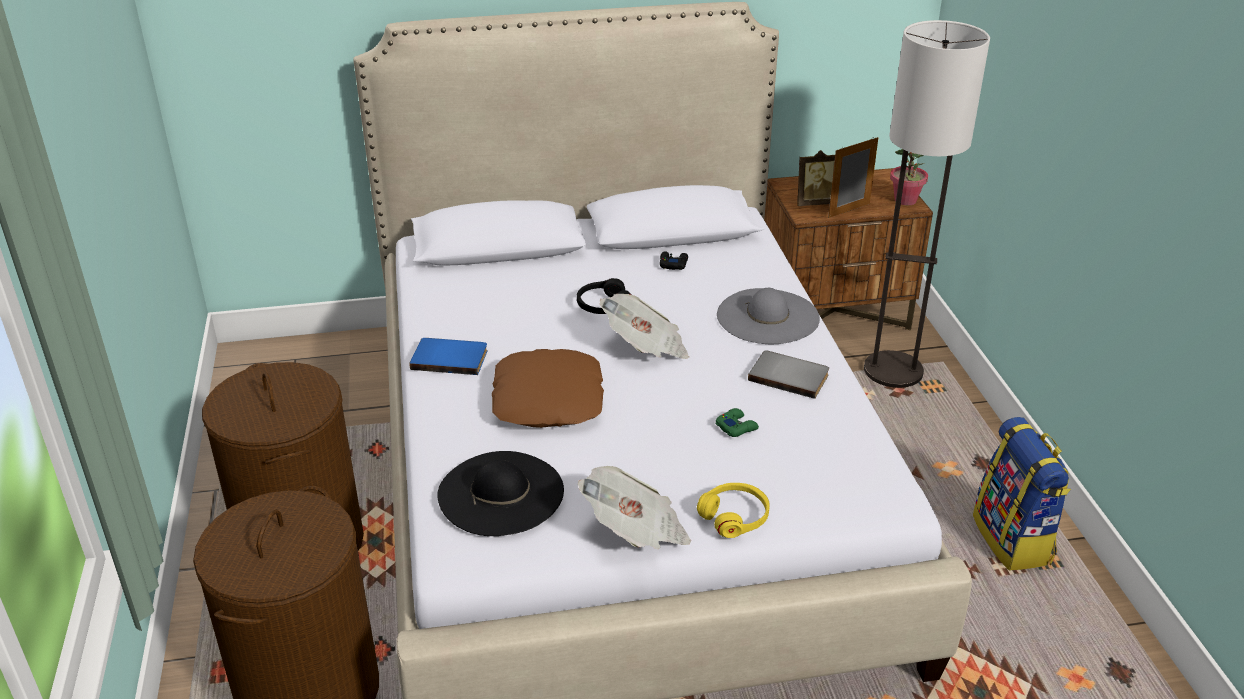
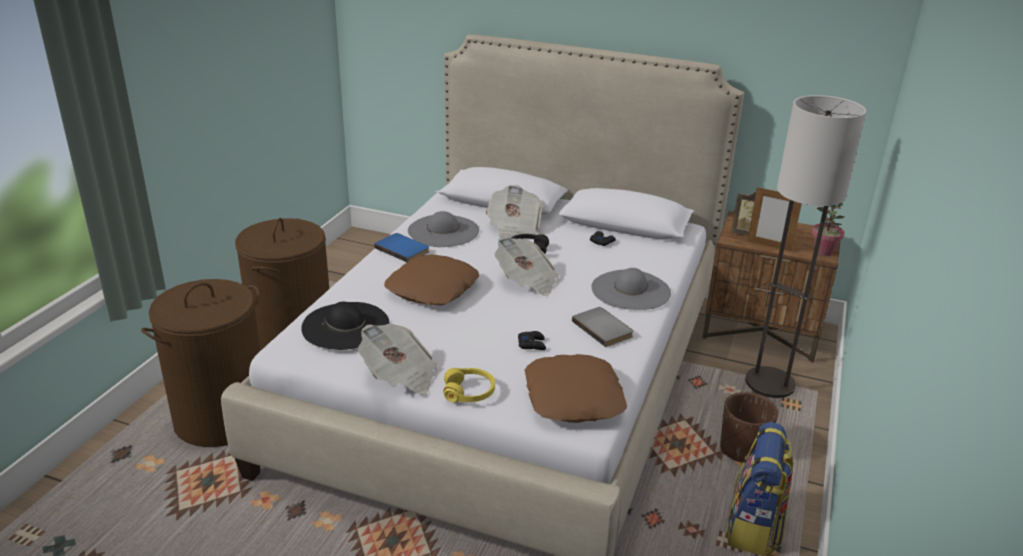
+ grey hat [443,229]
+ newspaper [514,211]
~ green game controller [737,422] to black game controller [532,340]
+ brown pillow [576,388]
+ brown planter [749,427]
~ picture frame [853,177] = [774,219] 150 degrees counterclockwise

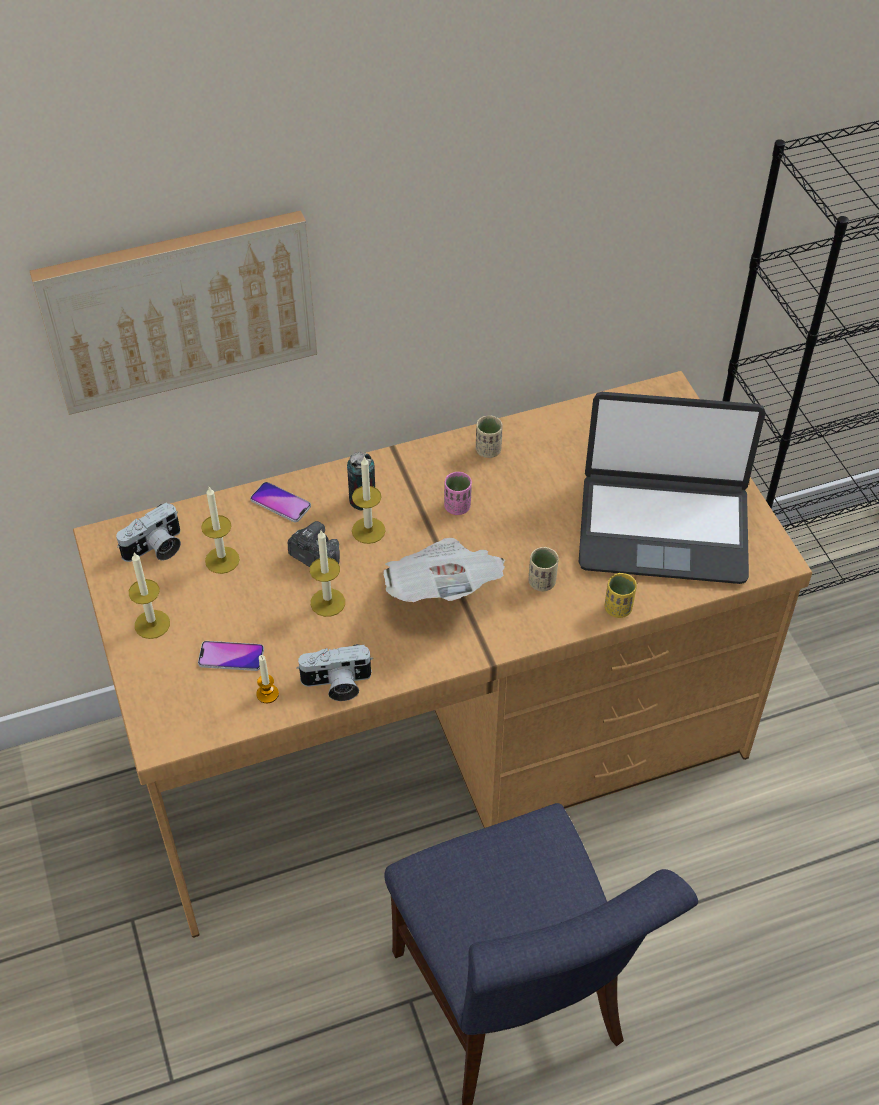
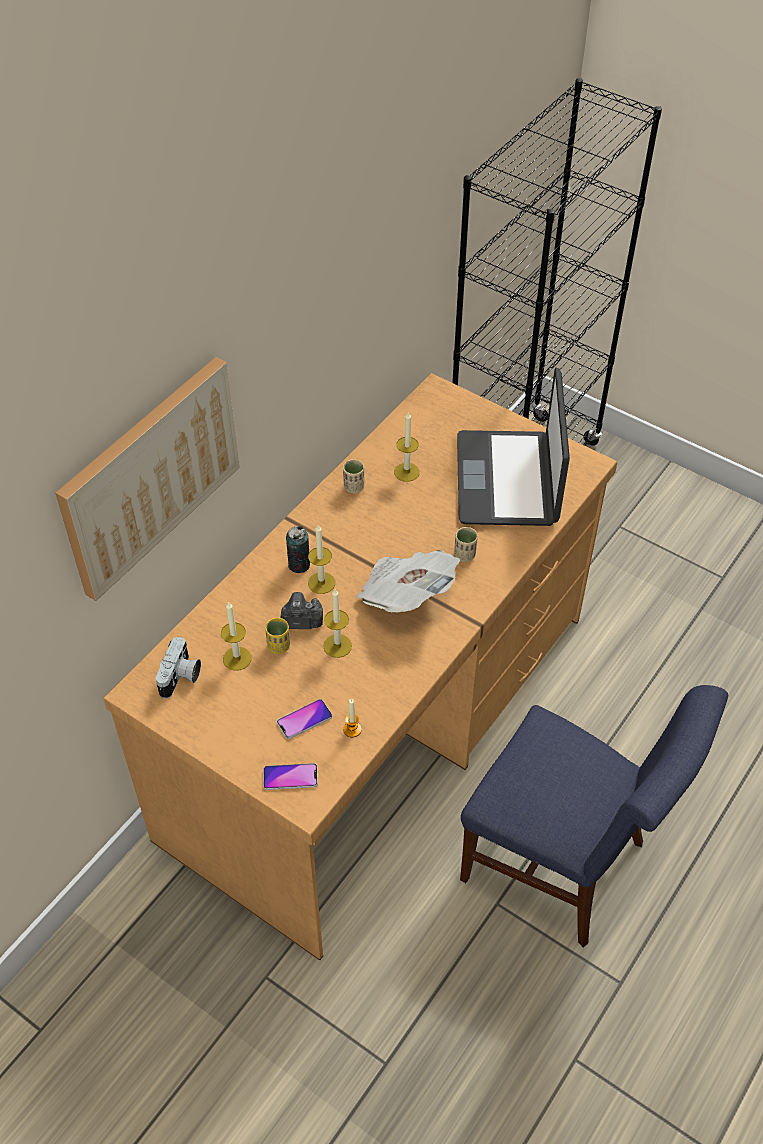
~ phone [280,502] to [290,776]
~ yellow cup [621,595] to [277,636]
~ candle [149,595] to [407,447]
~ laptop [672,488] = [513,446] 120 degrees clockwise
- photo camera [334,672]
- pink cup [458,493]

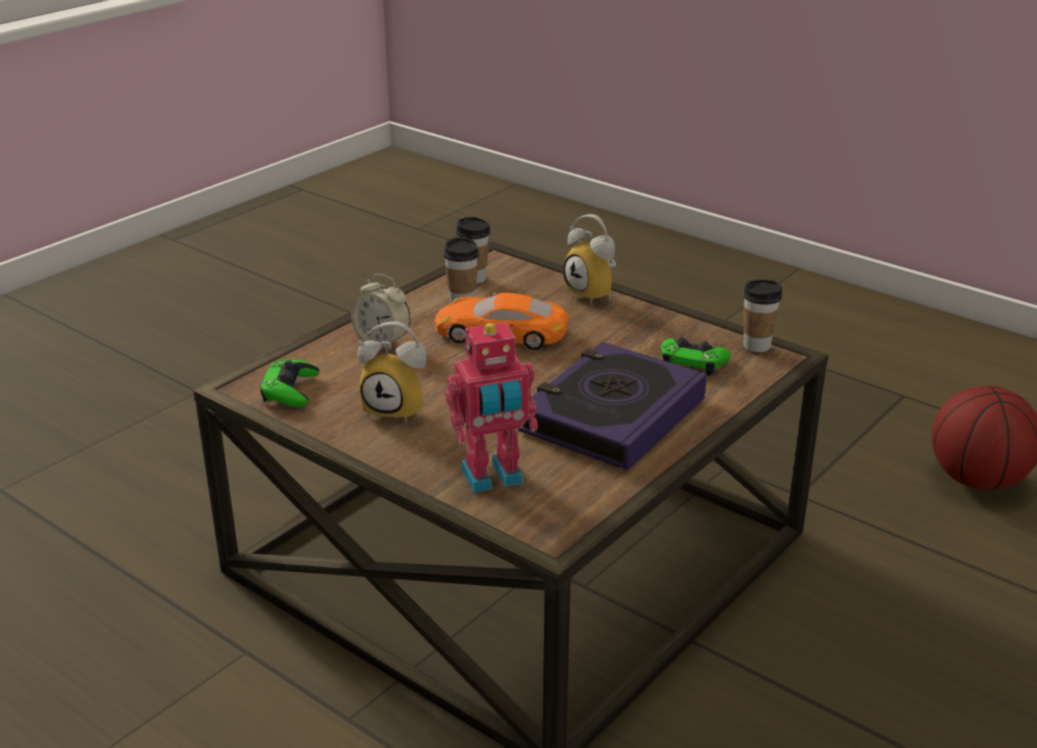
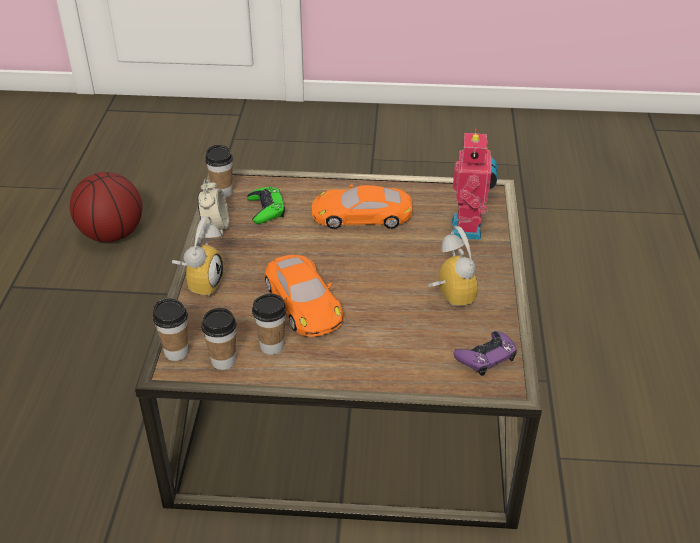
+ cup [170,329]
~ alarm clock [380,312] to [213,207]
~ book [612,406] to orange toy car [362,206]
~ toy robot [491,407] = [474,184] 60 degrees clockwise
~ green game controller [289,383] to purple game controller [485,353]

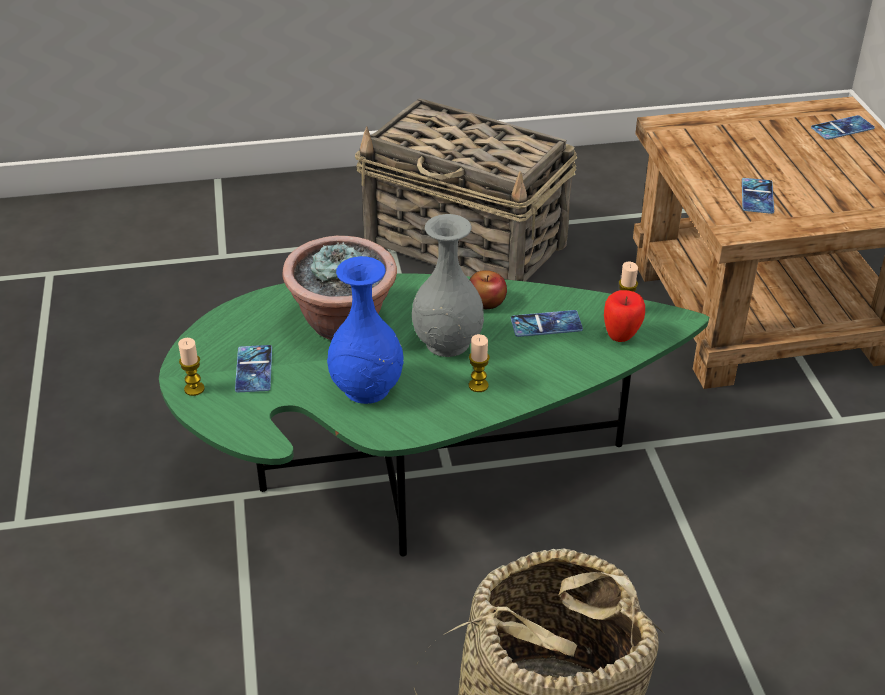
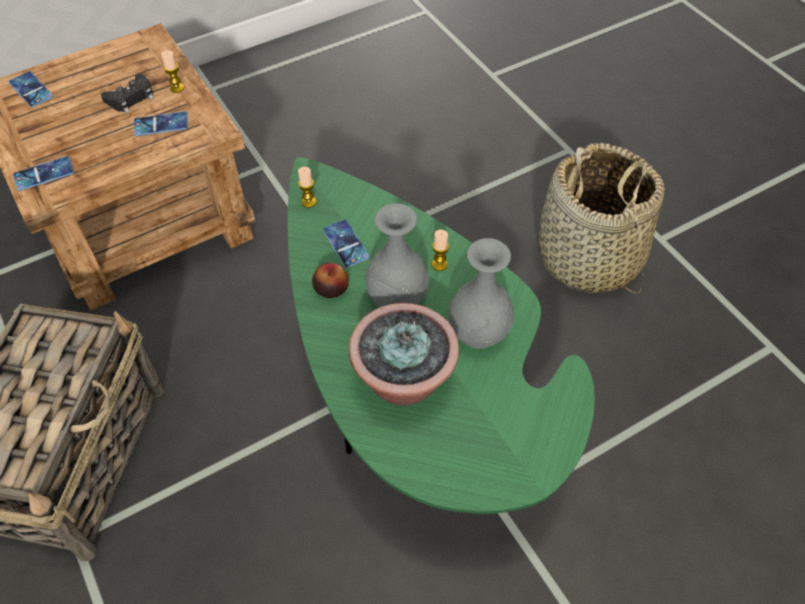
~ phone [253,368] to [43,173]
+ black game controller [127,93]
~ candle [191,367] to [172,71]
~ blue vase [365,330] to grey vase [481,293]
- apple [624,316]

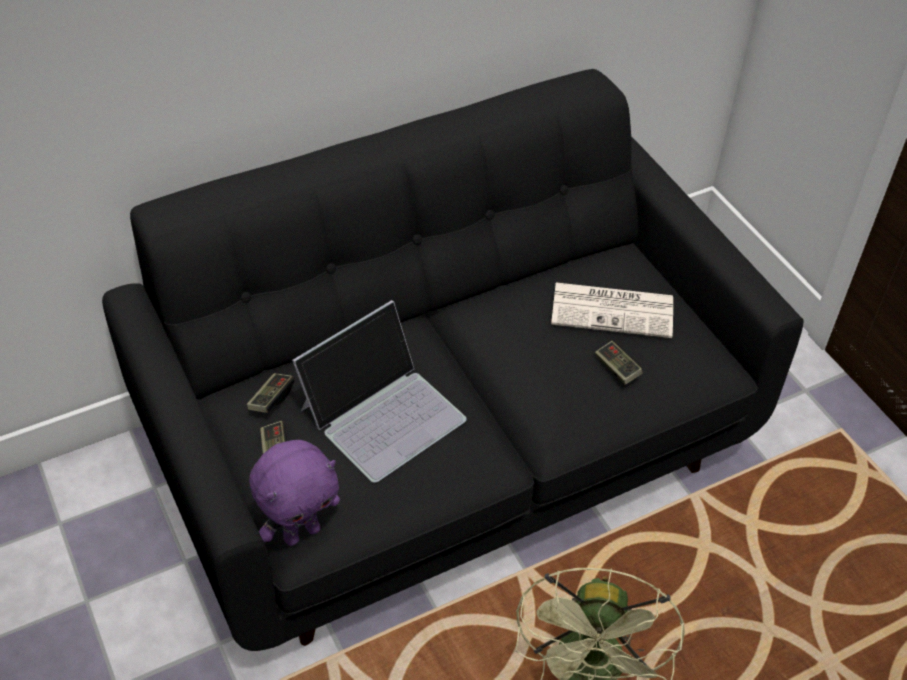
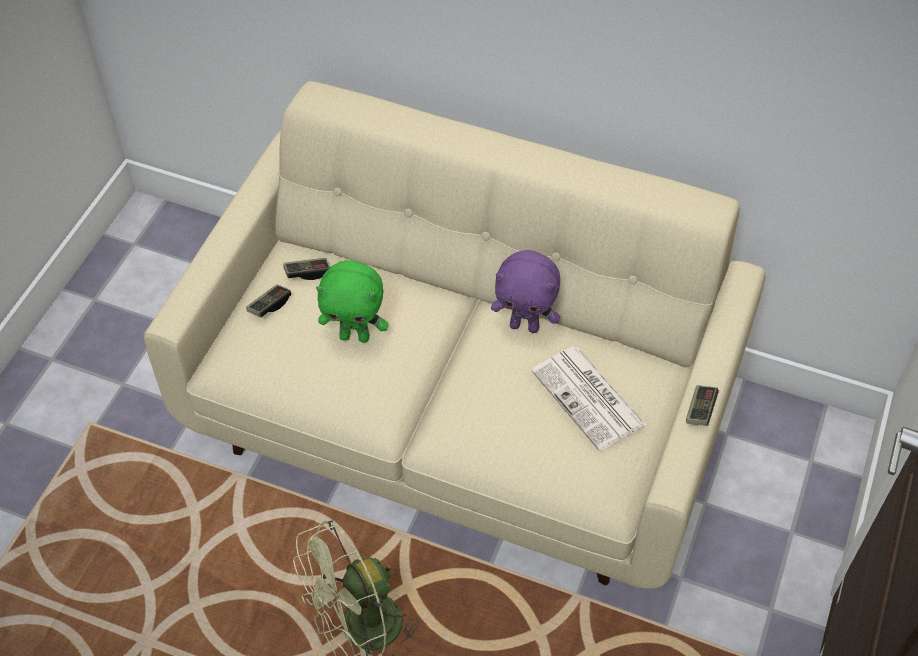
~ black sofa [452,360] to beige sofa [455,335]
~ laptop [379,391] to green plush toy [352,301]
~ purple plush toy [294,493] to [525,291]
~ game controller [619,363] to [702,405]

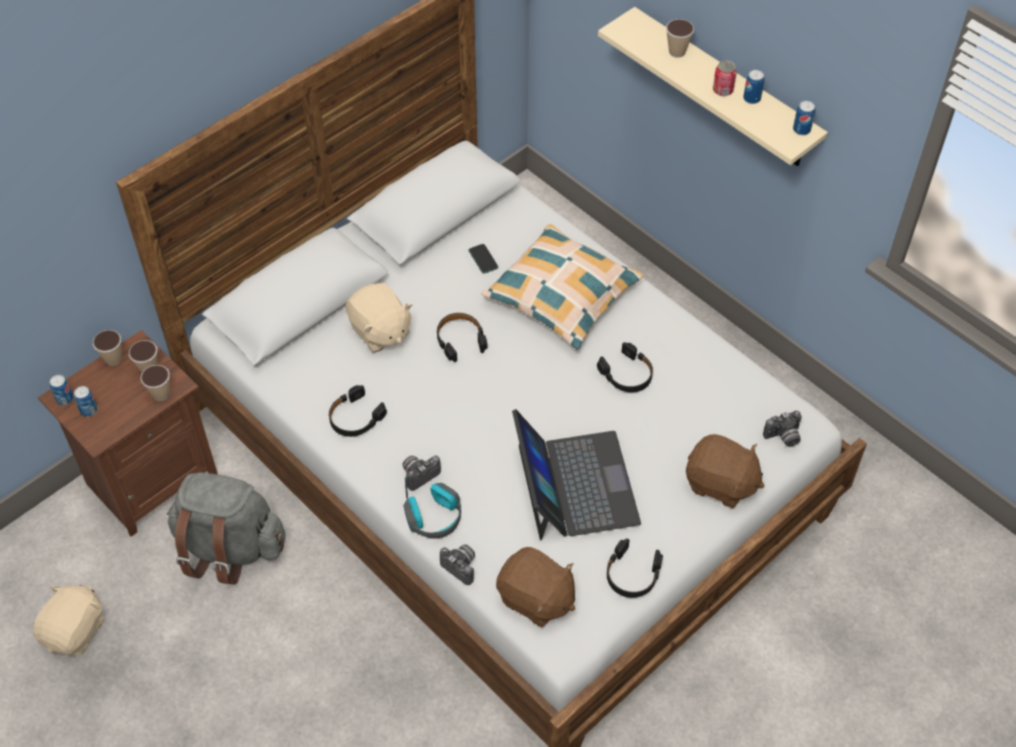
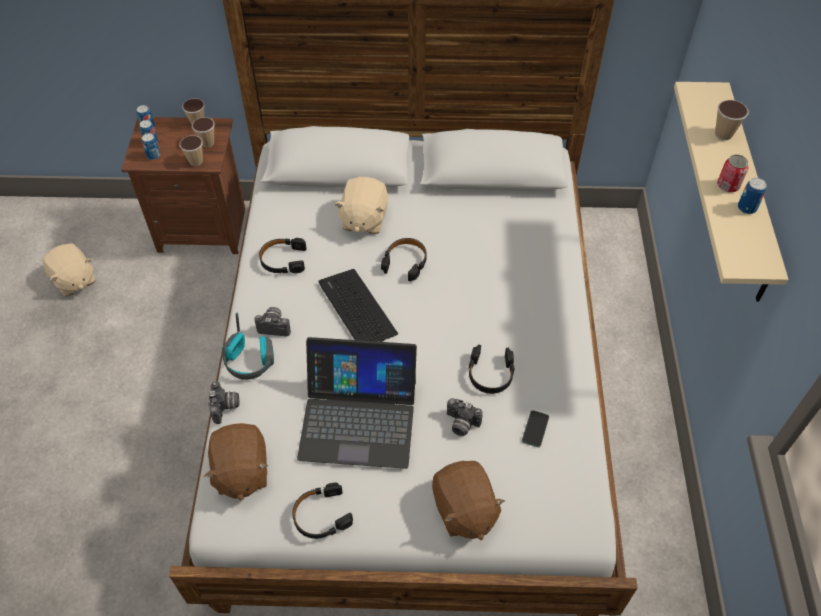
~ beige plush toy [69,620] = [69,270] 75 degrees clockwise
~ can [804,118] to [151,146]
~ laptop [576,474] = [357,403] 60 degrees clockwise
+ keyboard [358,305]
~ photo camera [782,429] to [465,417]
~ phone [483,259] to [535,428]
- grey backpack [226,528]
- pillow [562,287]

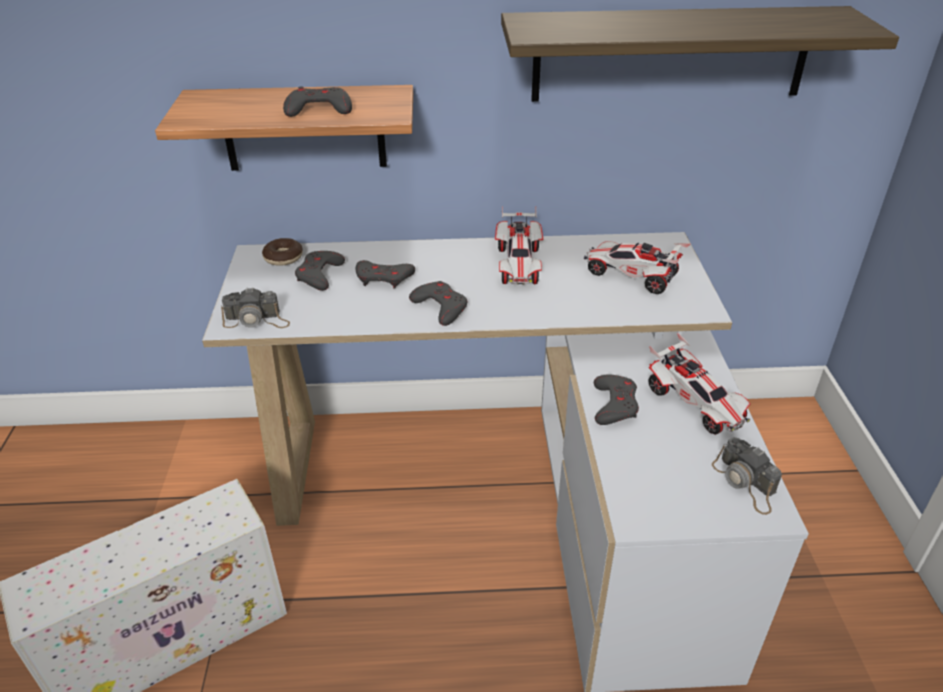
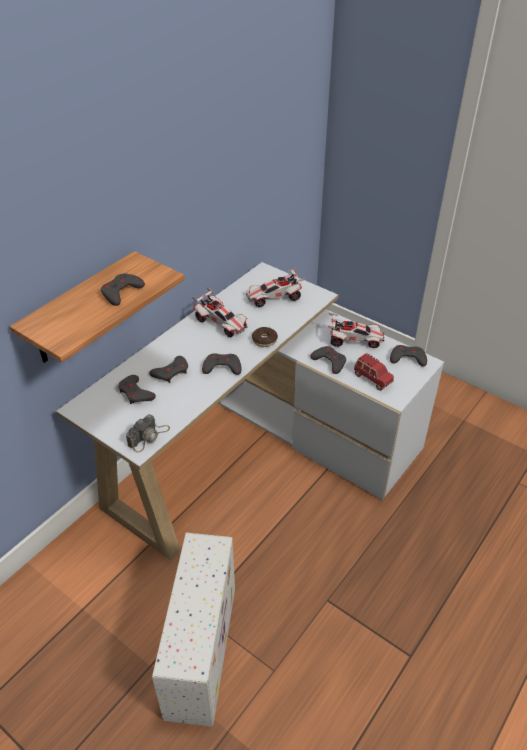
~ donut [282,252] to [265,337]
+ red toy car [374,372]
~ photo camera [747,476] to grey game controller [408,355]
- shelf [700,54]

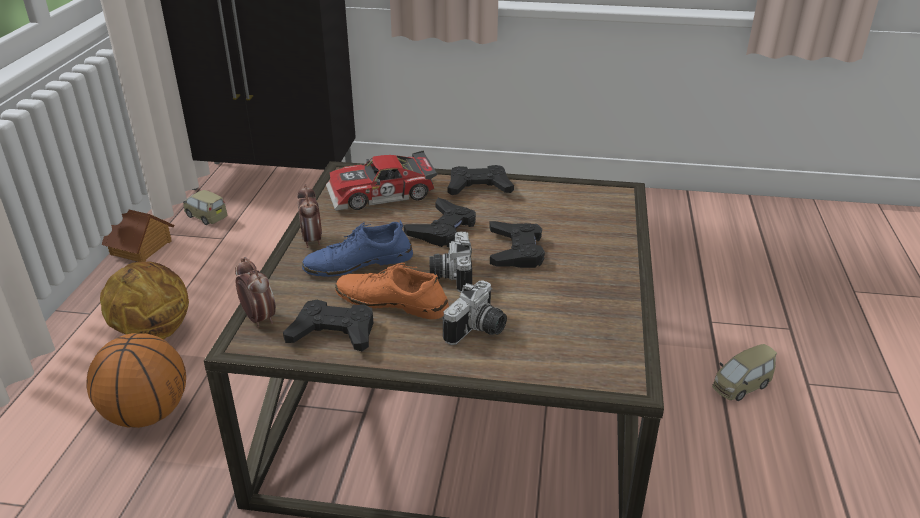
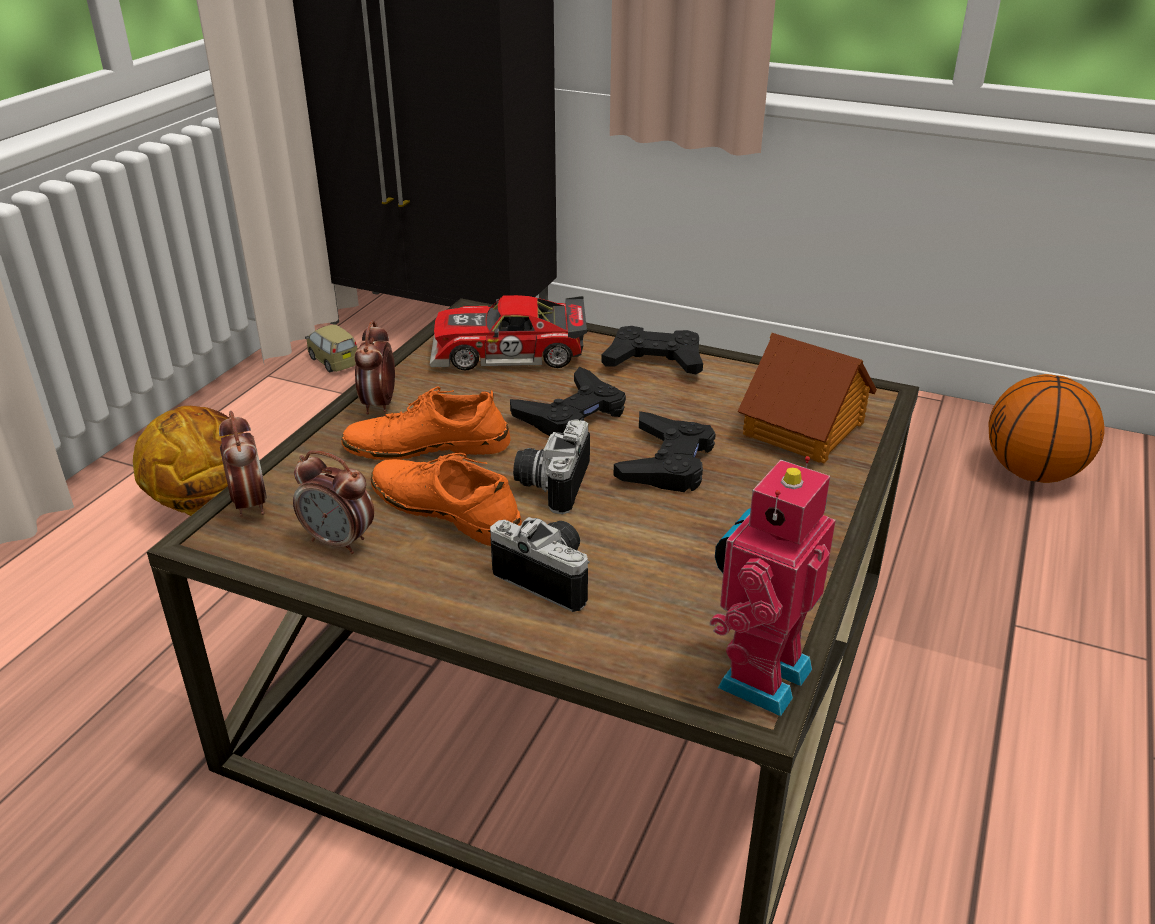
~ black game controller [328,325] to alarm clock [333,502]
~ blue shoe [357,249] to orange shoe [426,423]
~ photo camera [475,312] = [540,564] 105 degrees counterclockwise
+ toy robot [773,586]
~ toy house [138,236] to [807,398]
~ basketball [136,380] to [1047,428]
- toy car [744,372]

